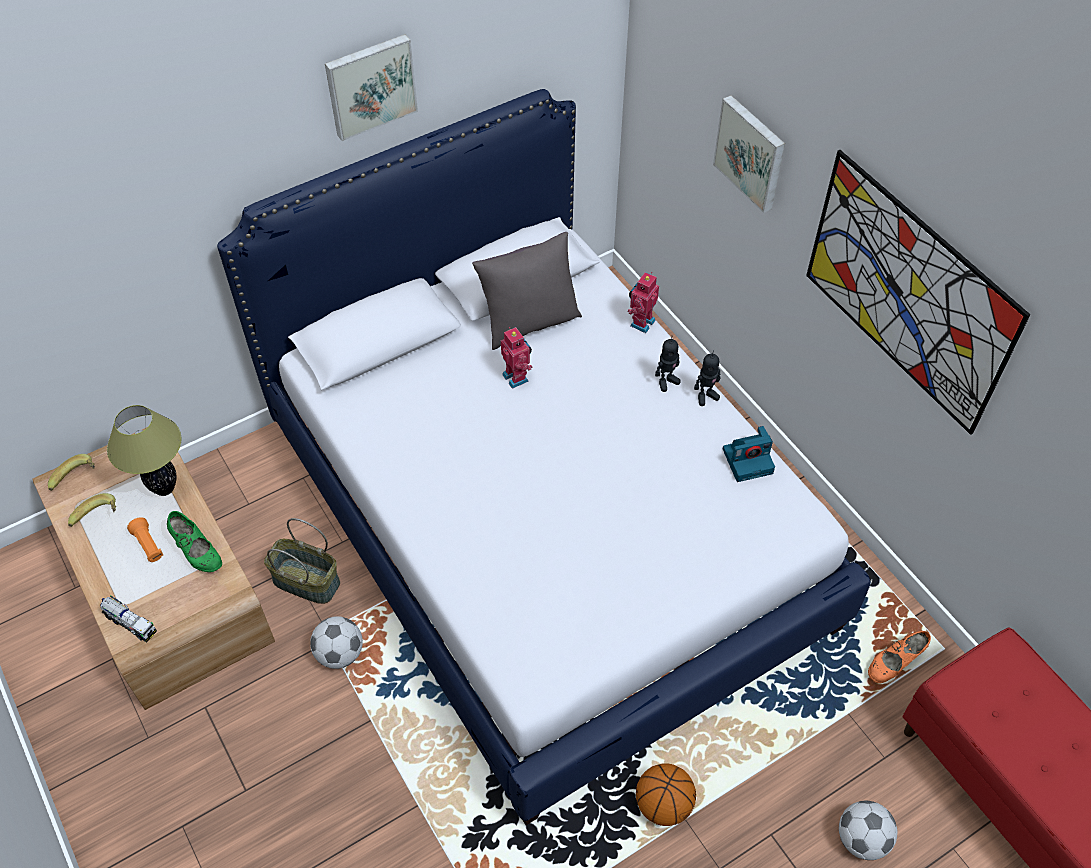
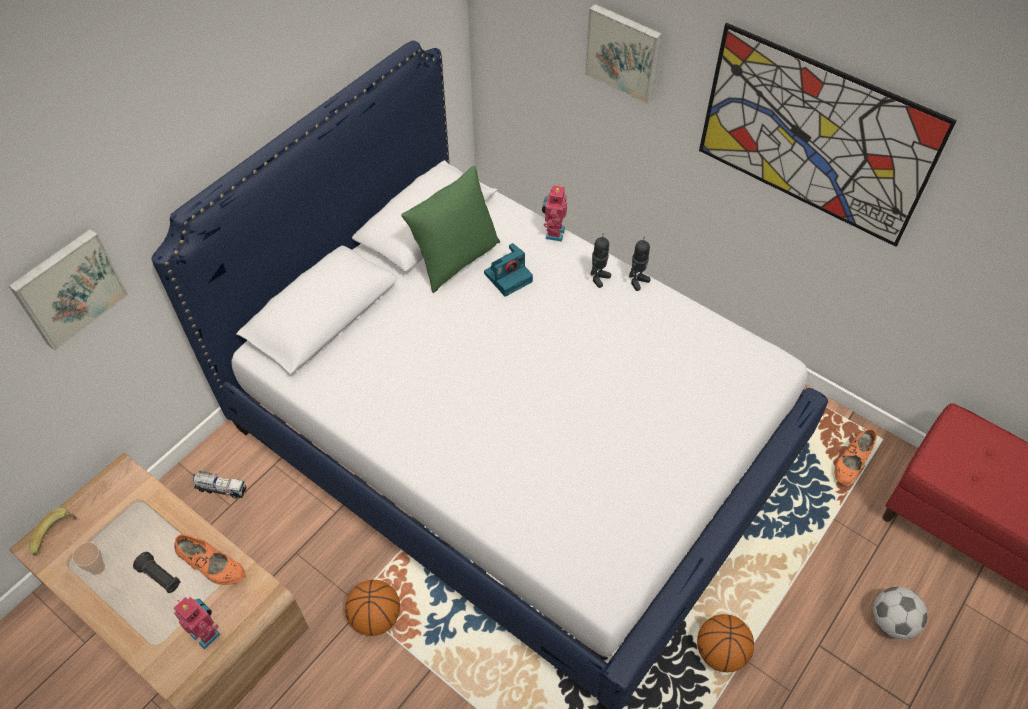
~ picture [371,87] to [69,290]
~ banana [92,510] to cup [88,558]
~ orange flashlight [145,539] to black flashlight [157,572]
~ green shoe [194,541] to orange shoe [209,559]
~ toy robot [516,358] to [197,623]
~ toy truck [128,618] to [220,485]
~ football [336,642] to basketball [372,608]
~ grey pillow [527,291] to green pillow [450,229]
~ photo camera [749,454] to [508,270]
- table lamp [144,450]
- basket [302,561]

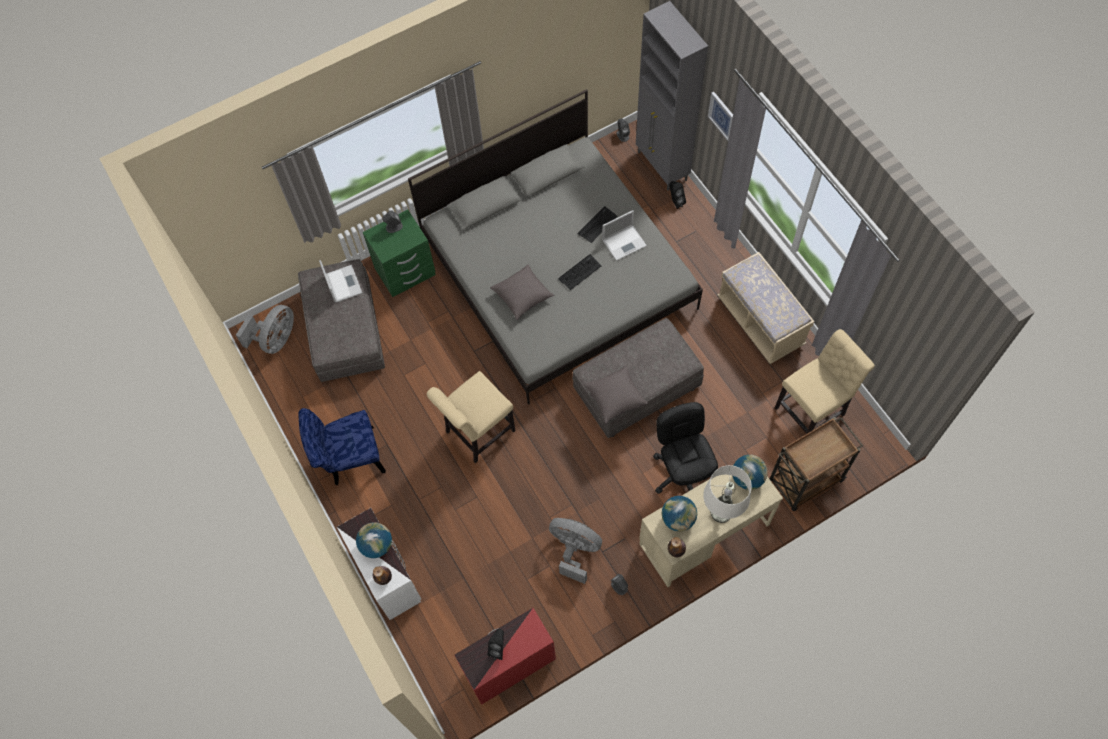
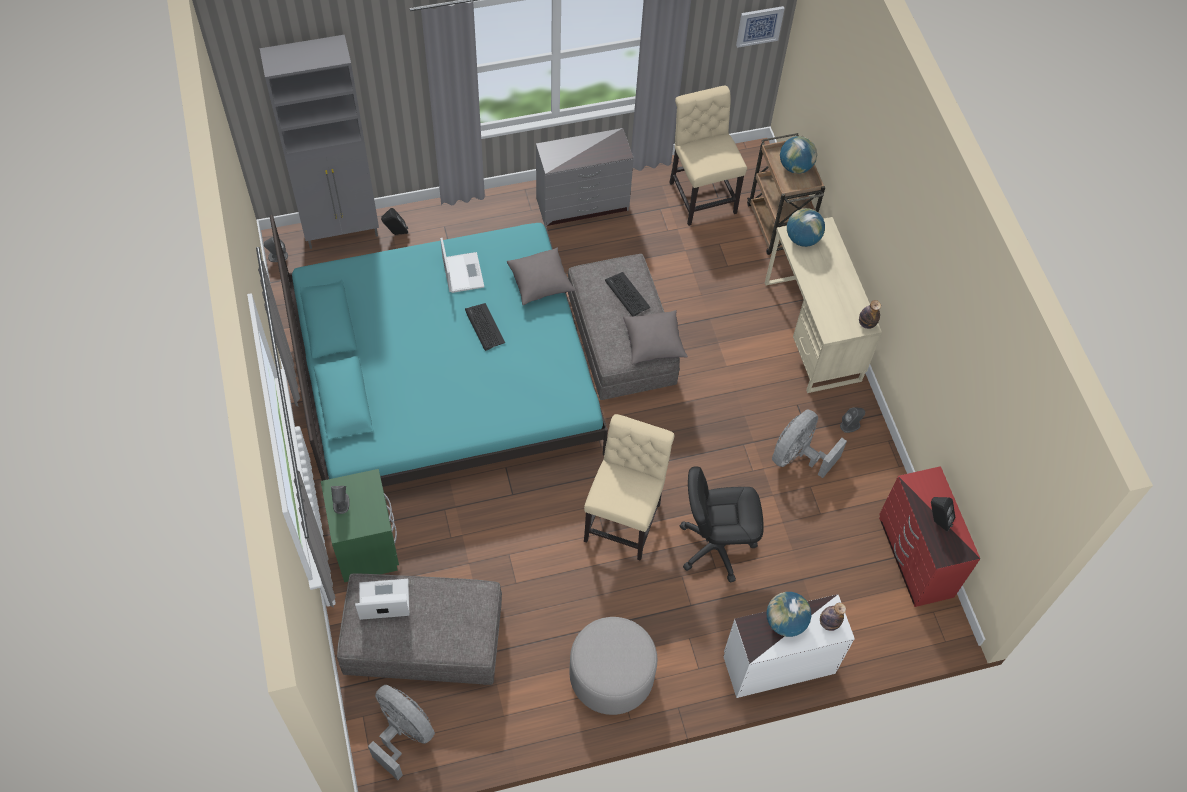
~ grey bed [555,247] to turquoise bed [439,351]
~ grey pillow [522,292] to [541,276]
~ beige bench [766,308] to grey dresser [585,177]
~ blue chair [342,446] to grey ottoman [613,666]
~ beige chair [471,417] = [629,487] 135 degrees counterclockwise
~ keyboard [598,224] to [627,294]
~ black office chair [685,448] to [722,524]
~ picture [720,116] to [760,27]
~ globe [679,513] to [798,155]
- white table lamp [727,494]

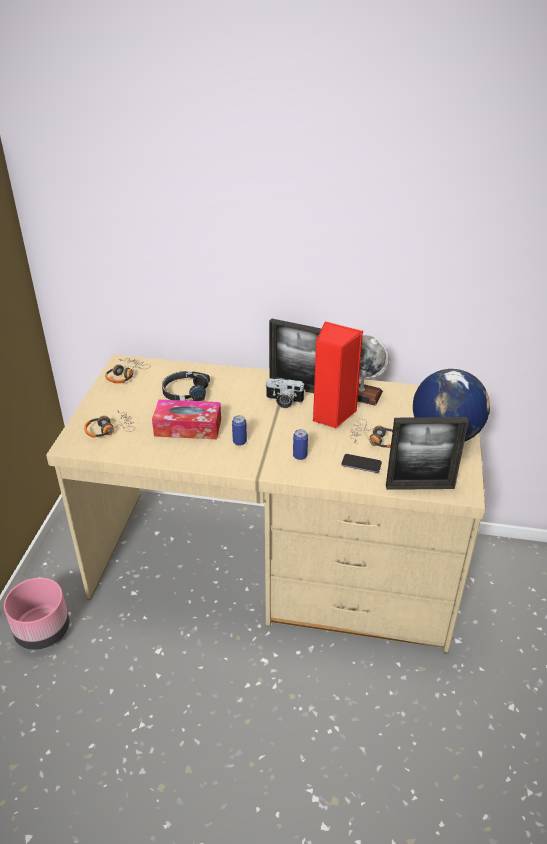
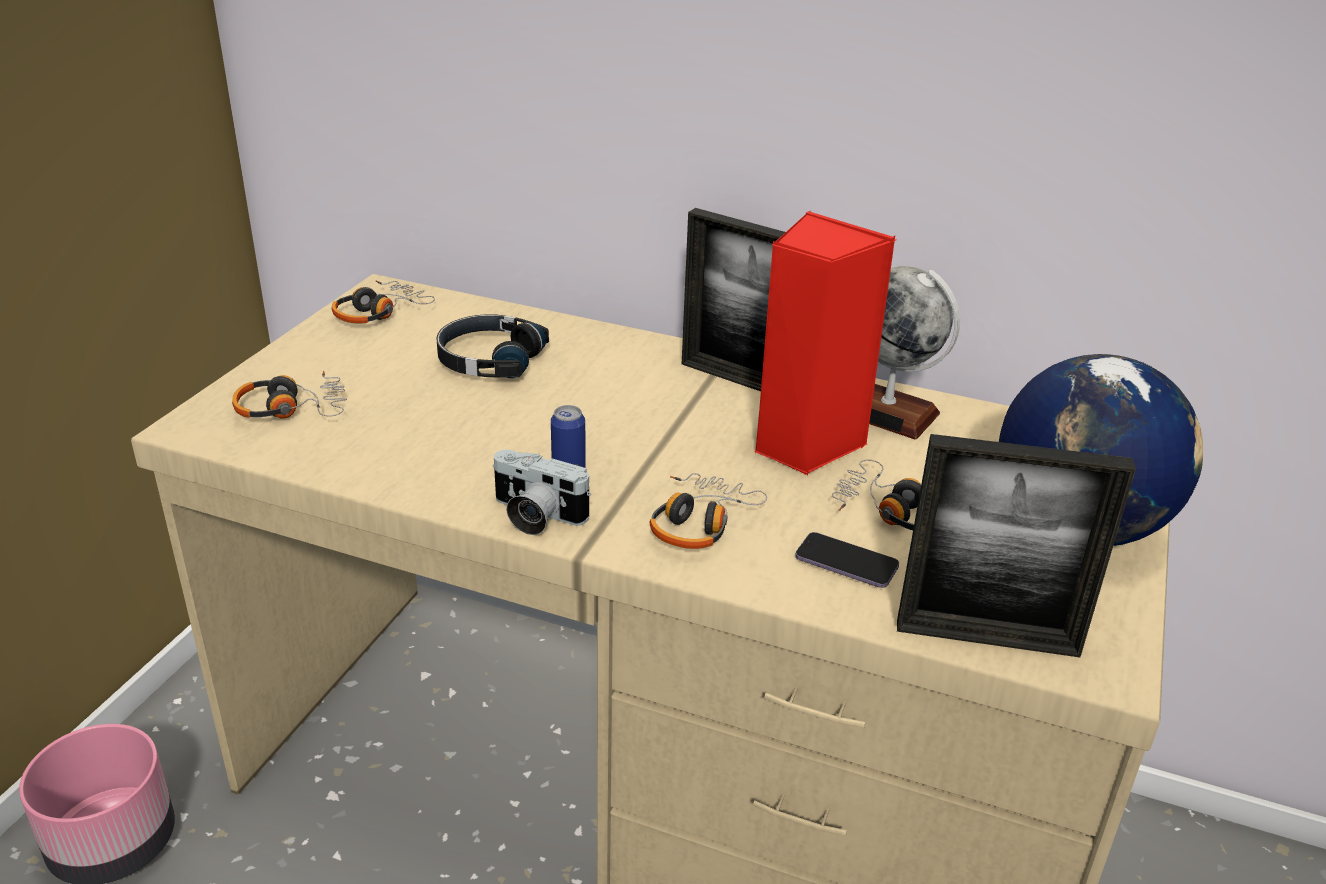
~ photo camera [284,393] to [541,492]
~ can [300,444] to headphones [708,511]
- tissue box [186,419]

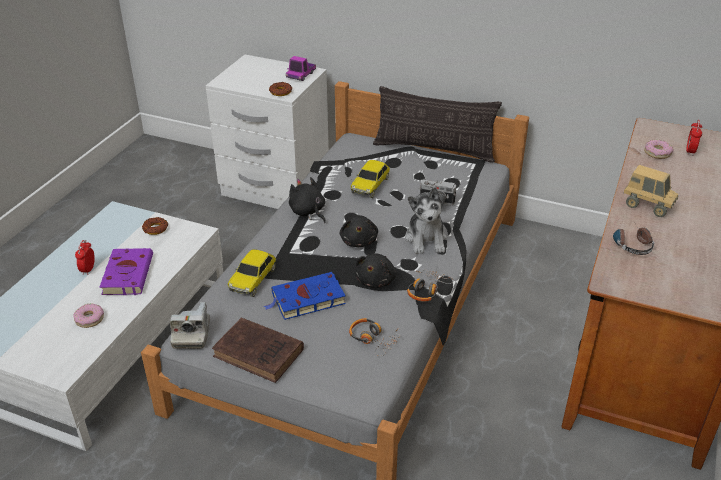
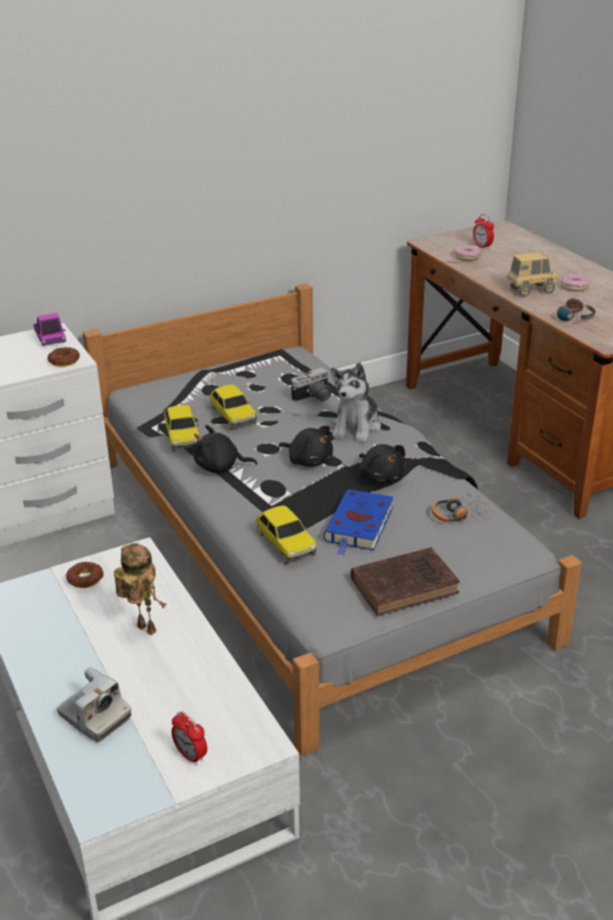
~ photo camera [190,325] to [93,704]
~ purple book [126,271] to toy robot [140,589]
+ toy car [182,428]
~ alarm clock [85,257] to [189,738]
~ plush toy [426,220] = [356,402] 75 degrees clockwise
~ donut [88,315] to [575,282]
- pillow [437,124]
- headphones [430,285]

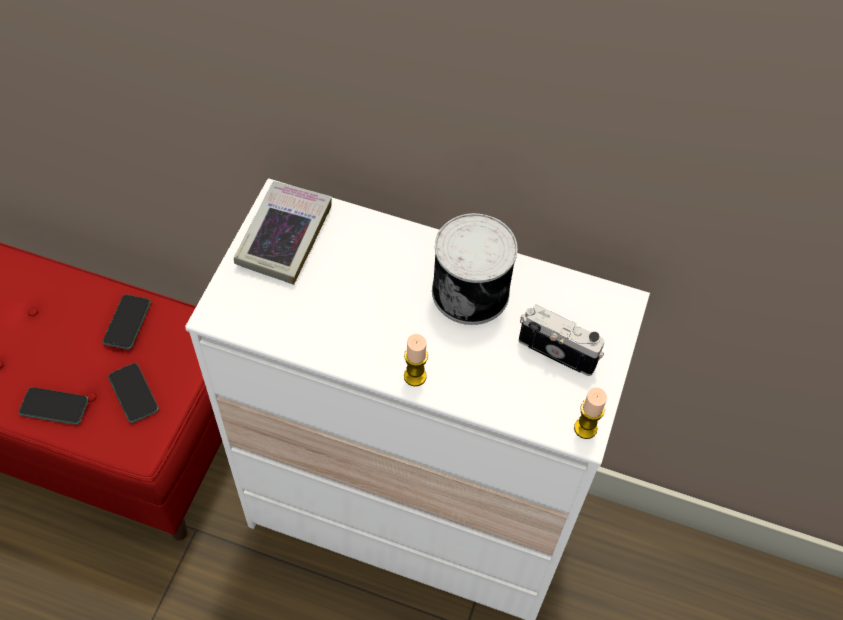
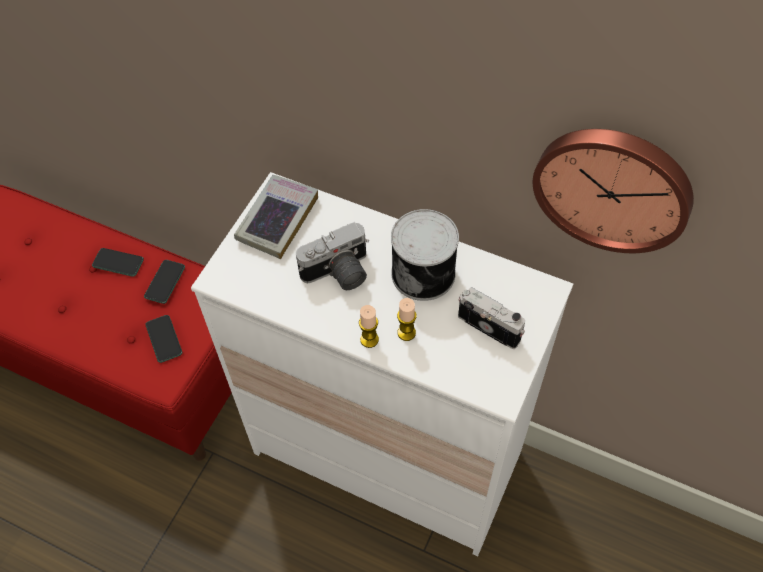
~ phone [54,406] to [118,262]
+ photo camera [332,256]
~ candle [590,413] to [407,319]
+ wall clock [613,191]

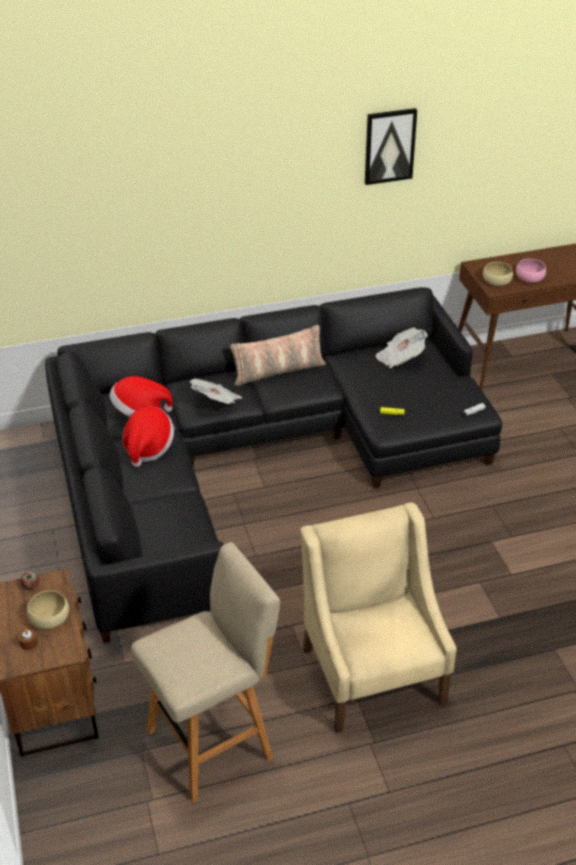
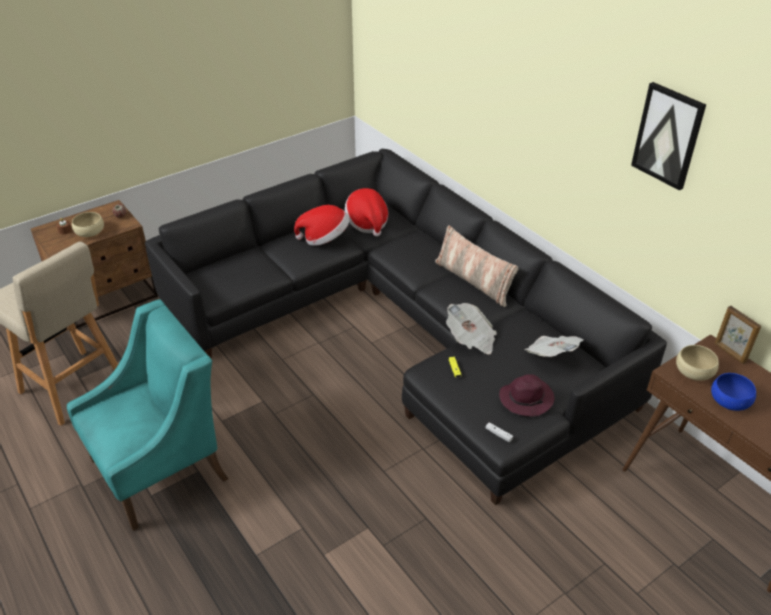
~ beige armchair [378,617] to turquoise armchair [147,415]
~ newspaper [216,391] to [471,329]
+ purple hat [526,395]
~ pink bowl [531,271] to blue bowl [733,392]
+ picture frame [738,335]

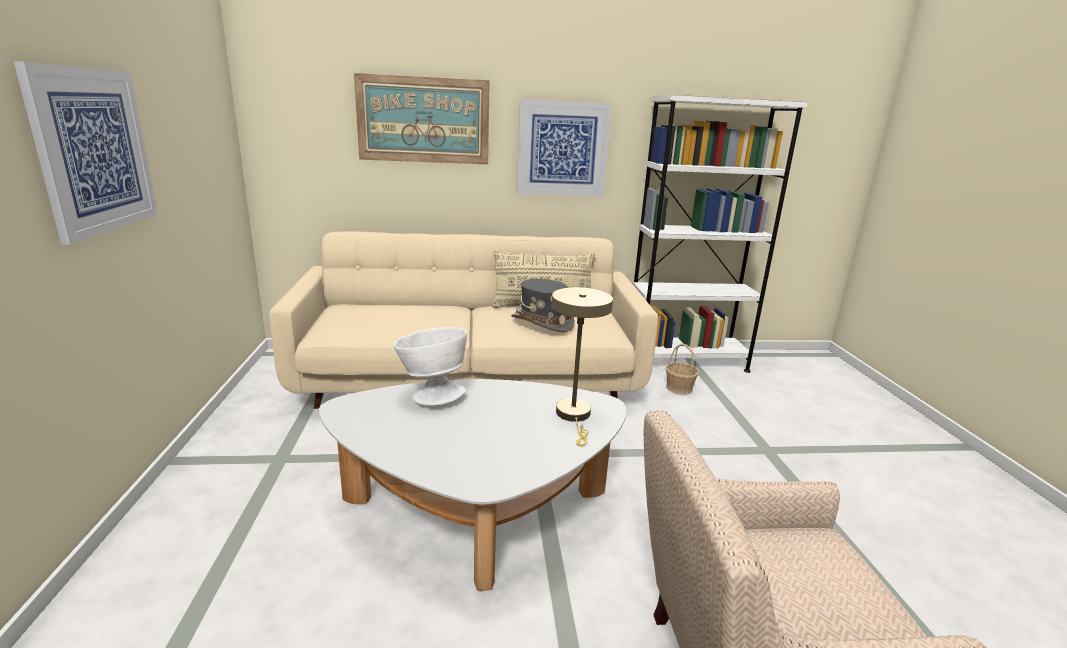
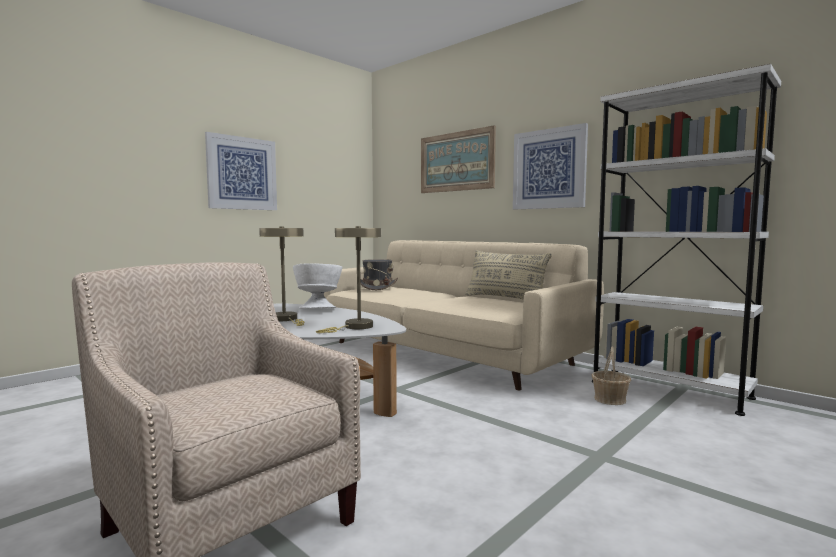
+ beige table lamp [282,276]
~ grey hat [543,305] to [379,274]

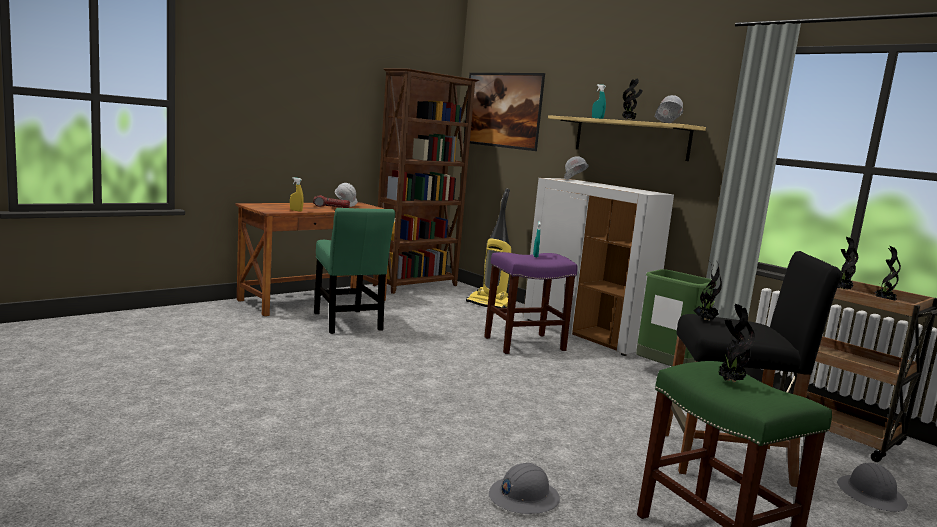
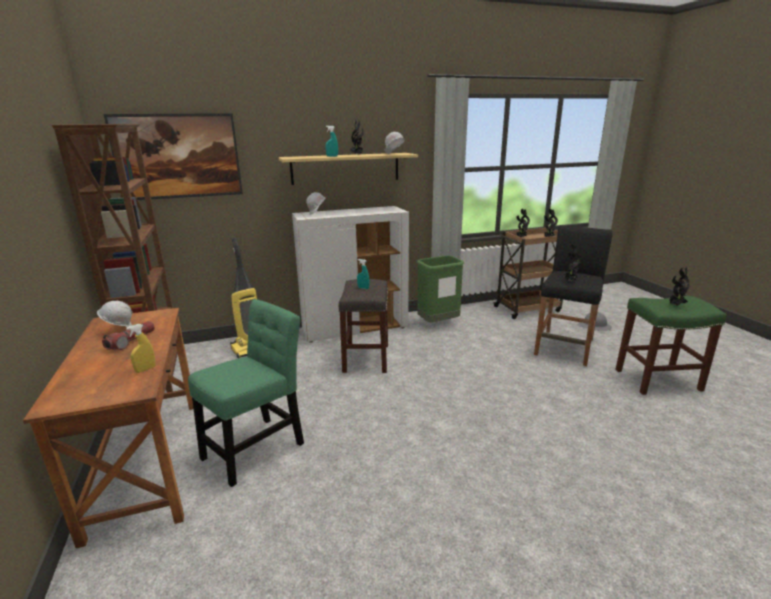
~ green chair [354,271] = [246,393] 45 degrees counterclockwise
~ purple stool [530,303] to grey stool [363,326]
- grey hard hat [524,488]

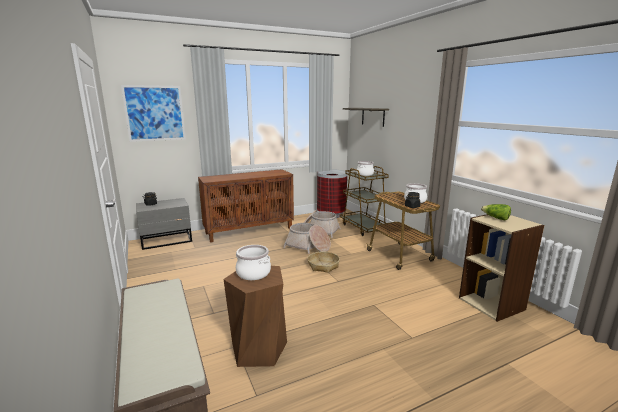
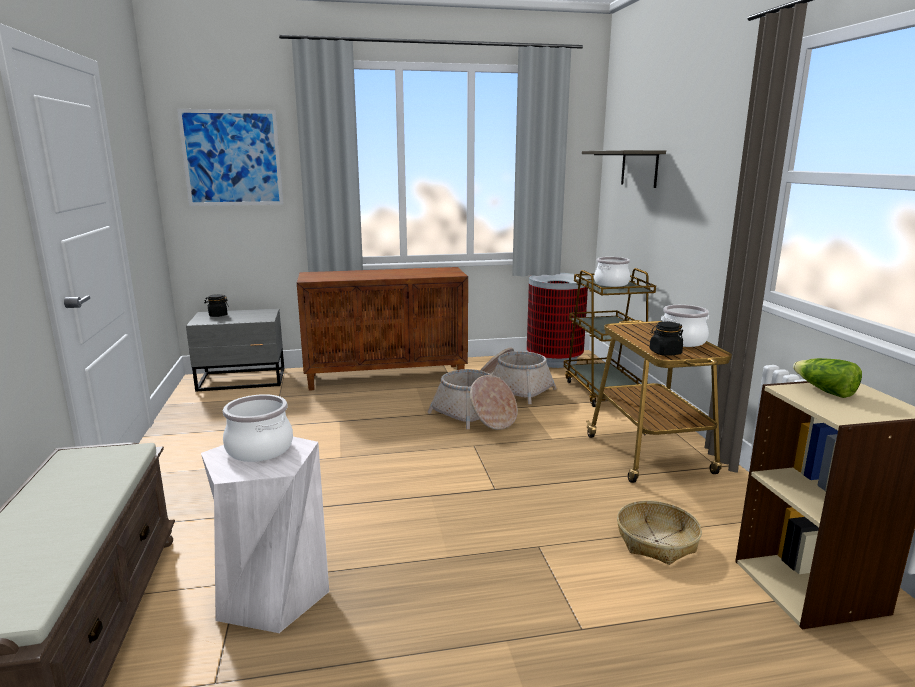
~ brown stool [255,316] to white stool [265,535]
~ basket [324,262] to [659,532]

